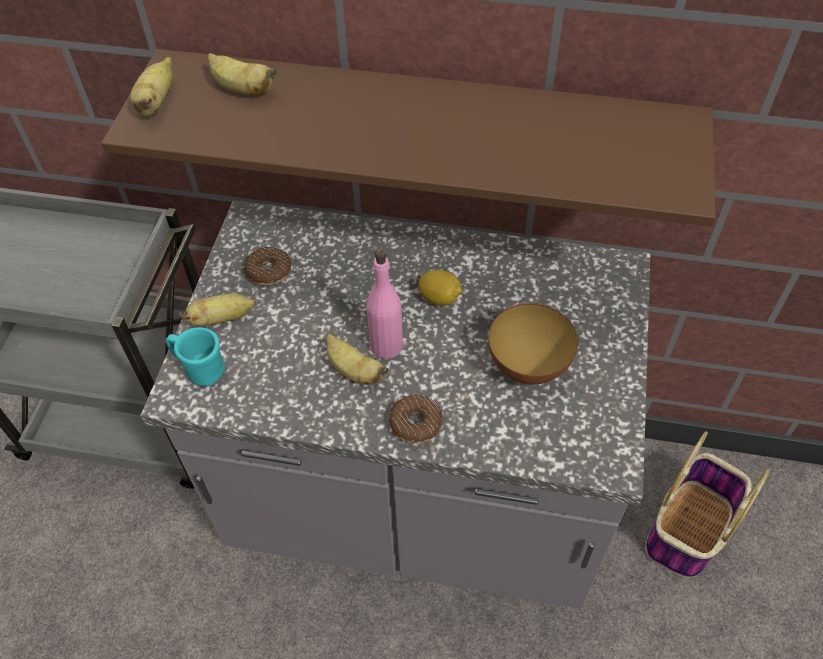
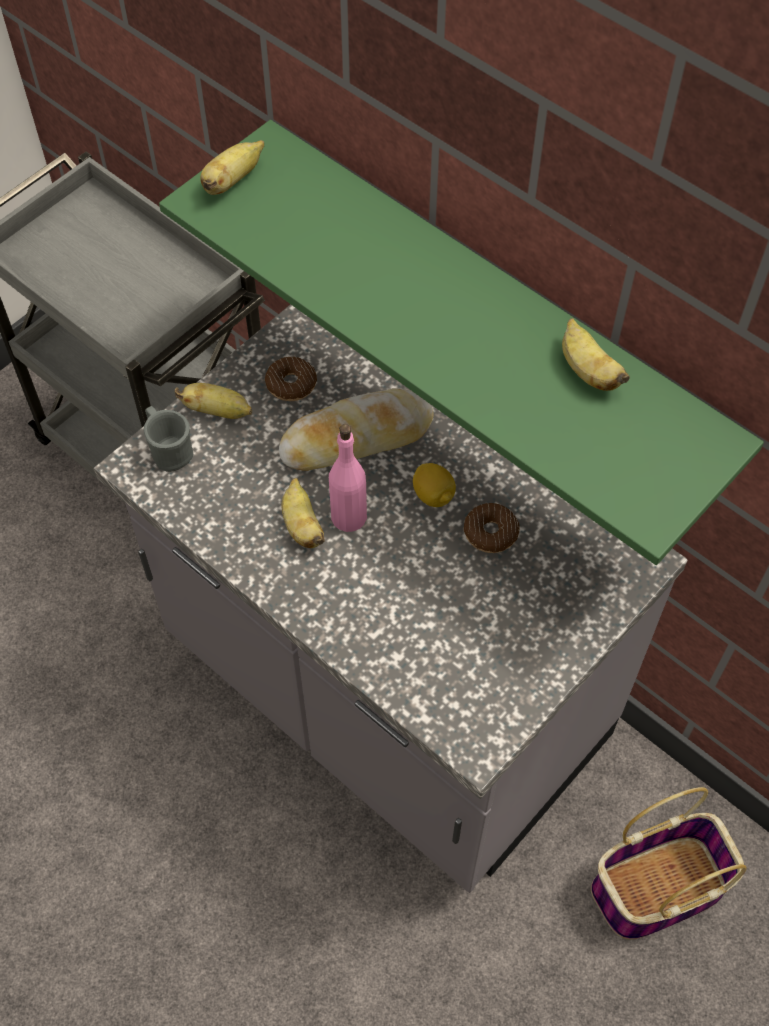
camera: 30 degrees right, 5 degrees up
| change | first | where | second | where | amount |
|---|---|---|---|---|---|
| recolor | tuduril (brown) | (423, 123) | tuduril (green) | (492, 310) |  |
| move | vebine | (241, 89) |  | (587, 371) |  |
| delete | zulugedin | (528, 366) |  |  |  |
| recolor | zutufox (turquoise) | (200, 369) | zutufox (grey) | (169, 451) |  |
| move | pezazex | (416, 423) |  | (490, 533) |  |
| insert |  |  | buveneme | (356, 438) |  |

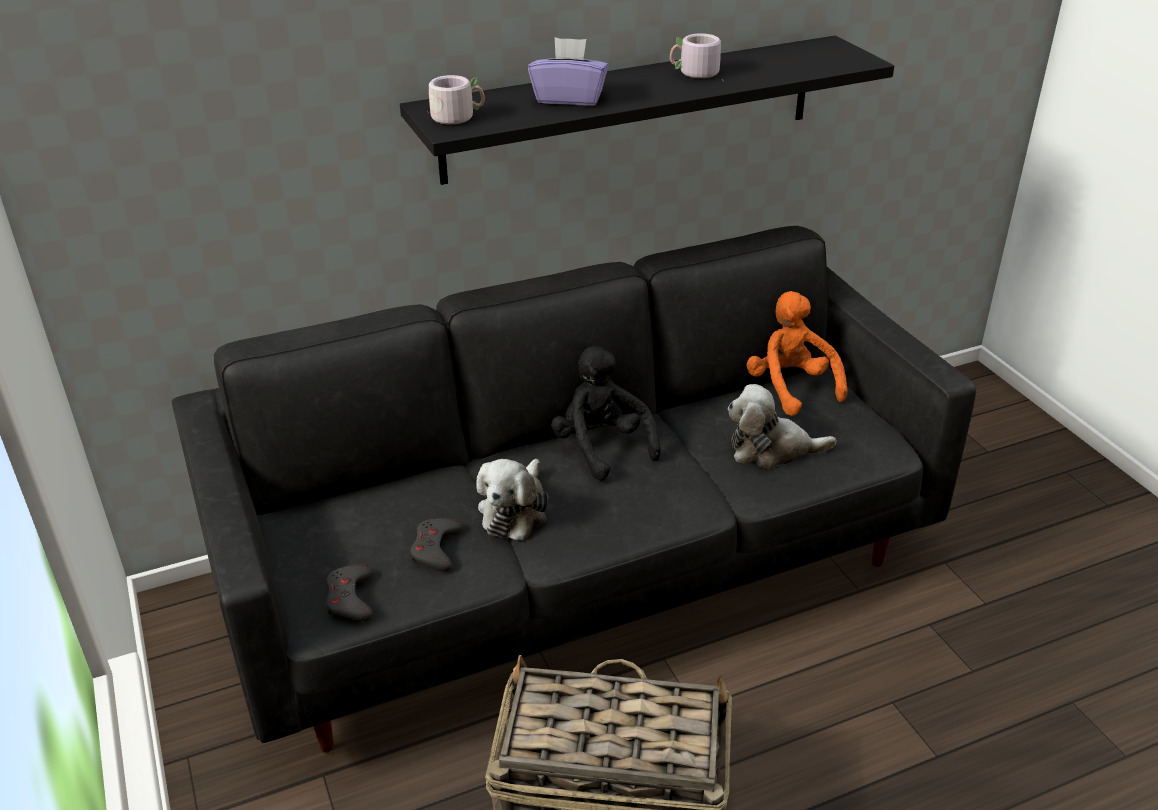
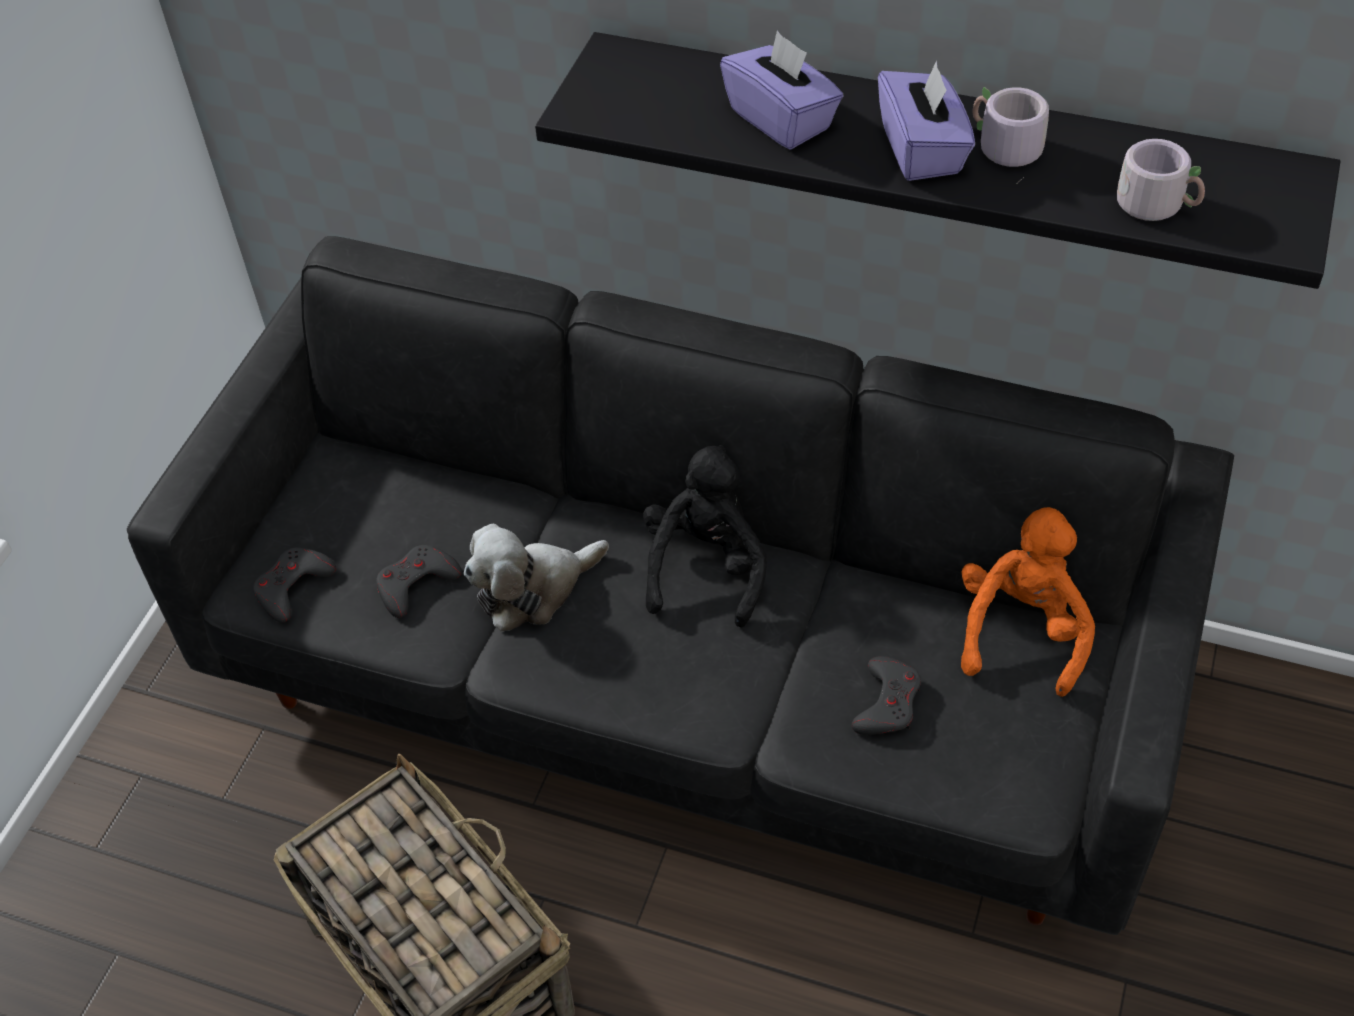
camera: 45 degrees right, 15 degrees up
| change | first | where | second | where | amount |
|---|---|---|---|---|---|
| move | zutufox (grey) | (457, 117) |  | (1157, 203) |  |
| replace | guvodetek | (771, 449) | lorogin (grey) | (887, 702) |  |
| insert |  |  | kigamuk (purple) | (922, 150) |  |

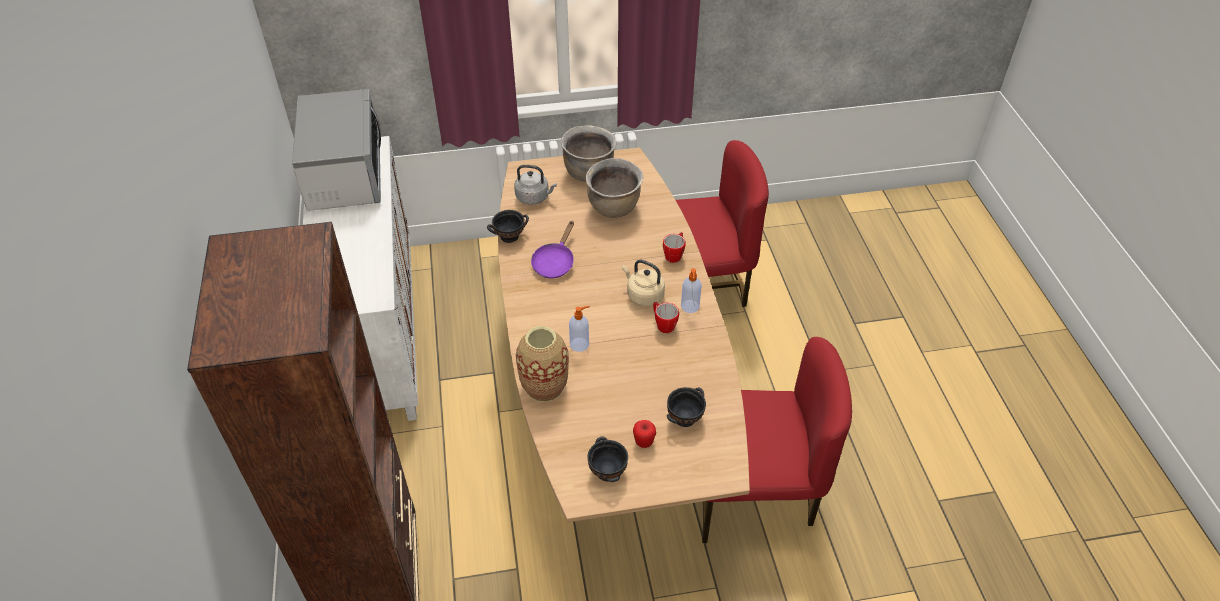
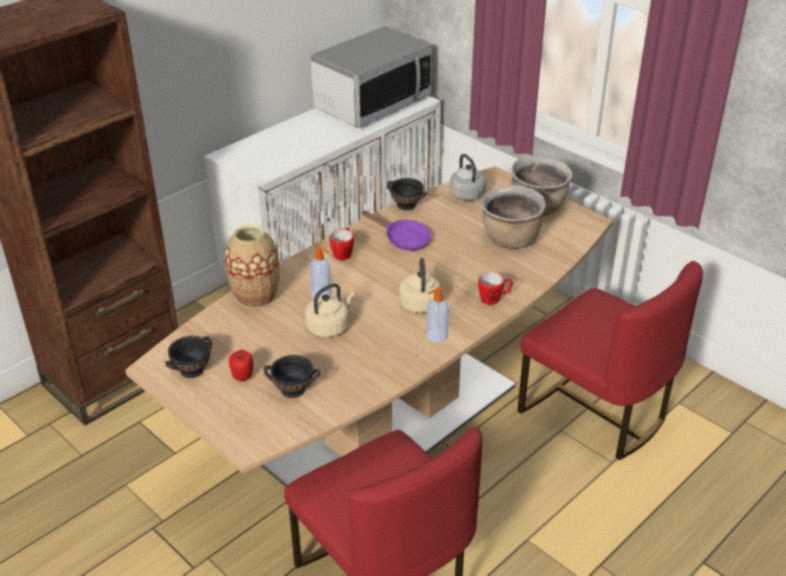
camera: 55 degrees right, 10 degrees down
| change | first | where | second | where | amount |
|---|---|---|---|---|---|
| rotate | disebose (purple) | (554, 262) |  | (403, 240) | 135 degrees counterclockwise |
| move | zutufox | (663, 324) |  | (343, 253) |  |
| insert |  |  | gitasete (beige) | (329, 327) |  |

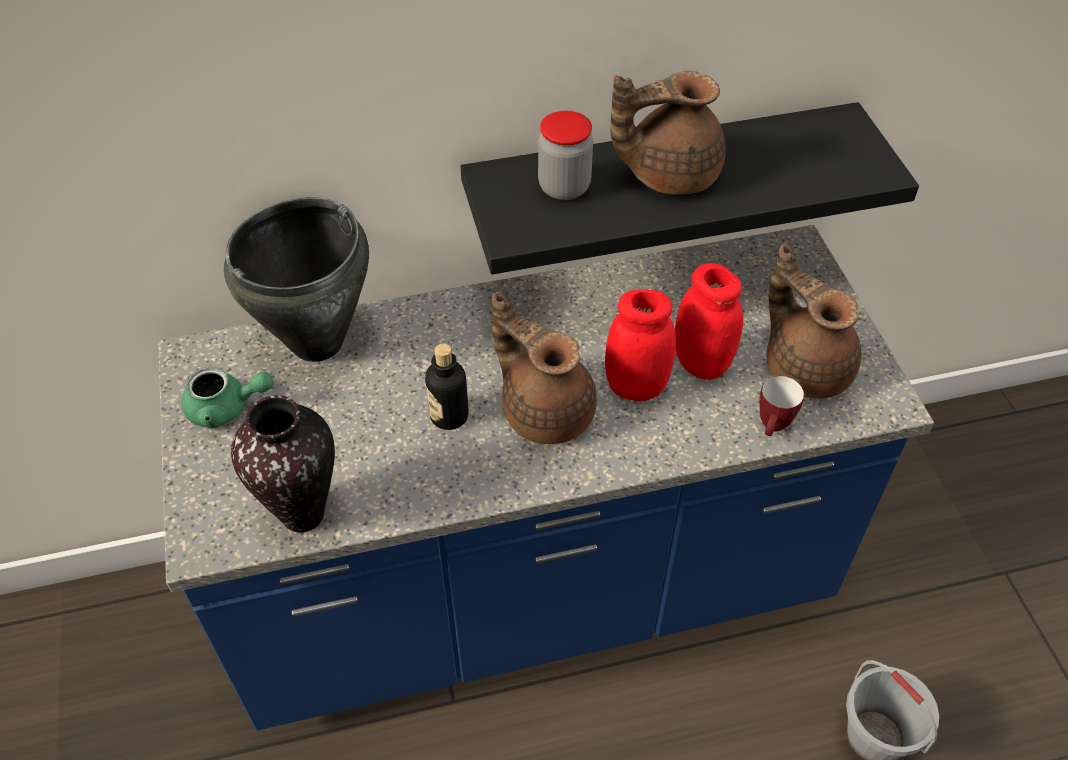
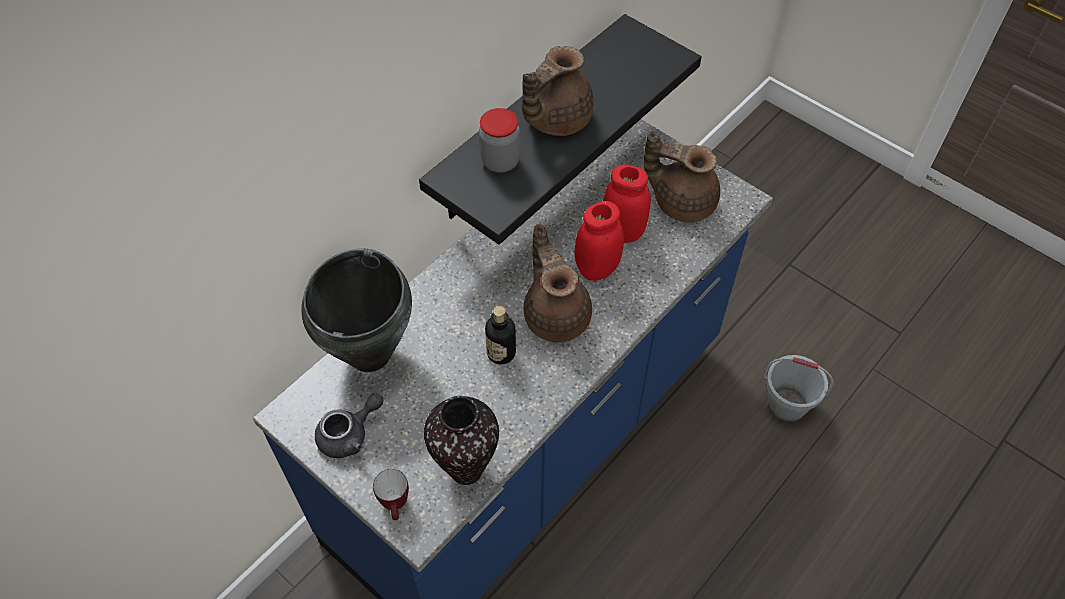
camera: 35 degrees left, 5 degrees up
| change | first | where | second | where | amount |
|---|---|---|---|---|---|
| rotate | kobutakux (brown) | (545, 410) |  | (556, 314) | 60 degrees clockwise |
| recolor | kobutakux (green) | (226, 408) | kobutakux (grey) | (350, 434) |  |
| move | zutufox | (772, 428) |  | (396, 506) |  |

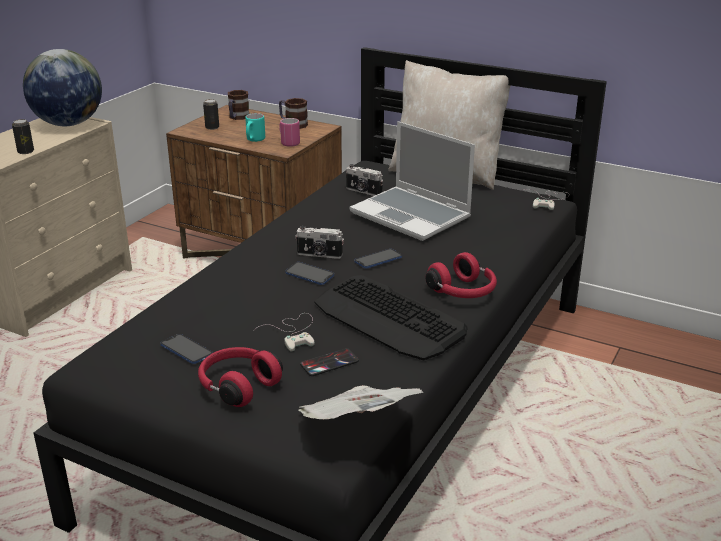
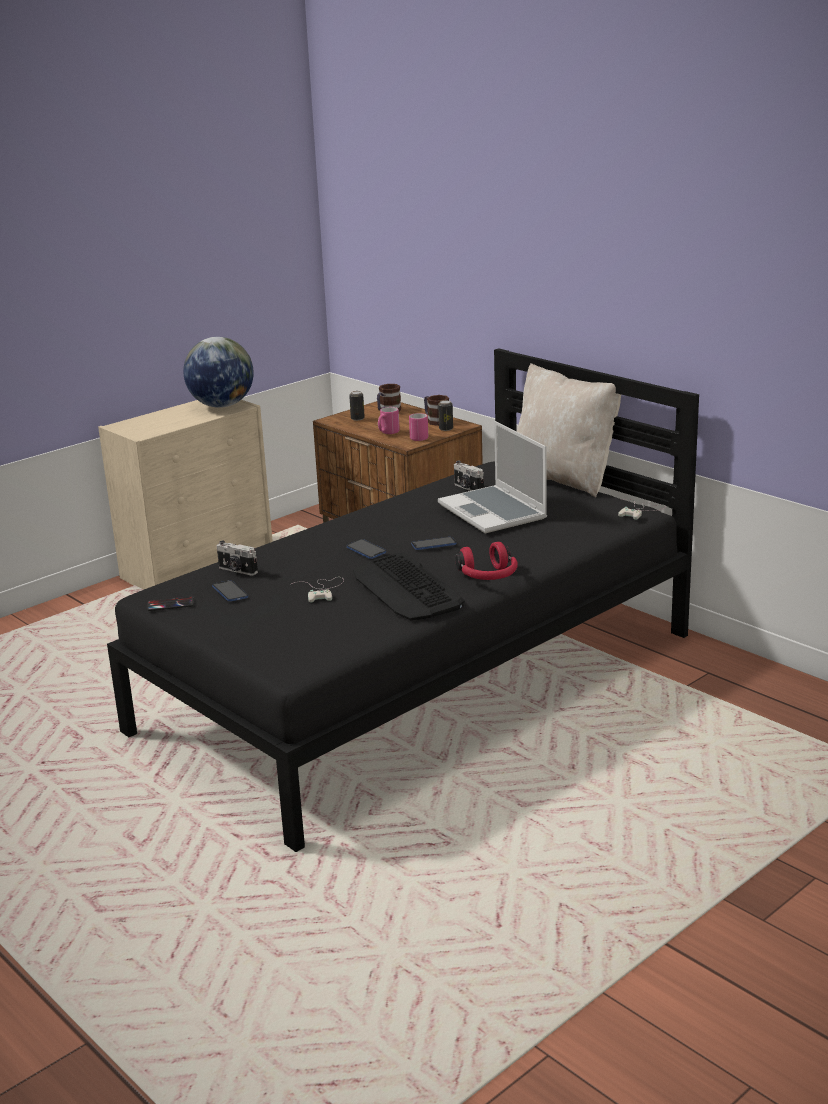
camera: 20 degrees right, 5 degrees down
| change | first | where | second | where | amount |
|---|---|---|---|---|---|
| recolor | zutufox (turquoise) | (254, 140) | zutufox (pink) | (388, 433) |  |
| move | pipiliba | (25, 151) |  | (446, 429) |  |
| move | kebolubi | (319, 255) |  | (237, 570) |  |
| delete | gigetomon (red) | (237, 386) |  |  |  |
| move | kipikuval | (329, 363) |  | (170, 604) |  |
| delete | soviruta | (359, 427) |  |  |  |

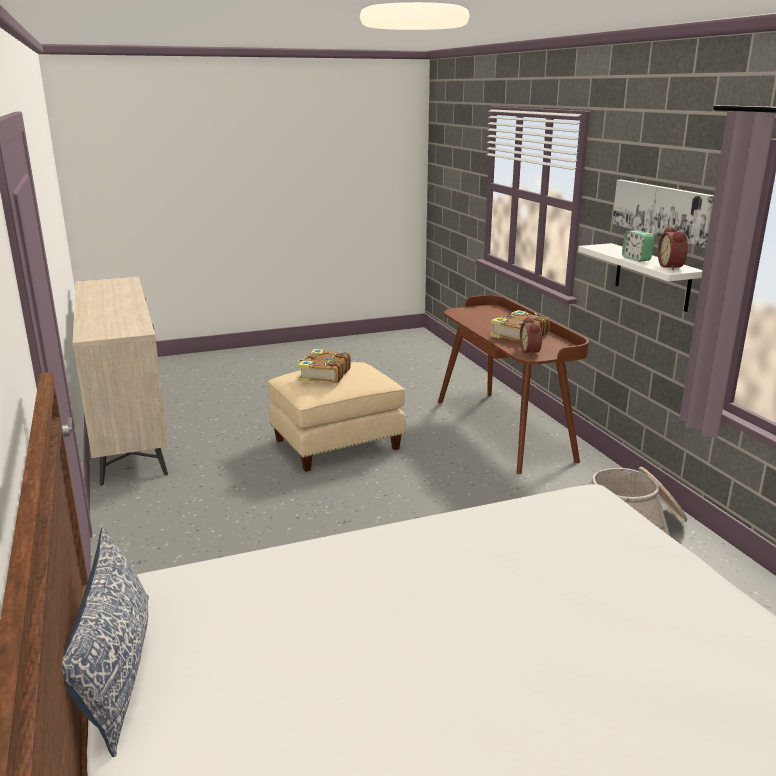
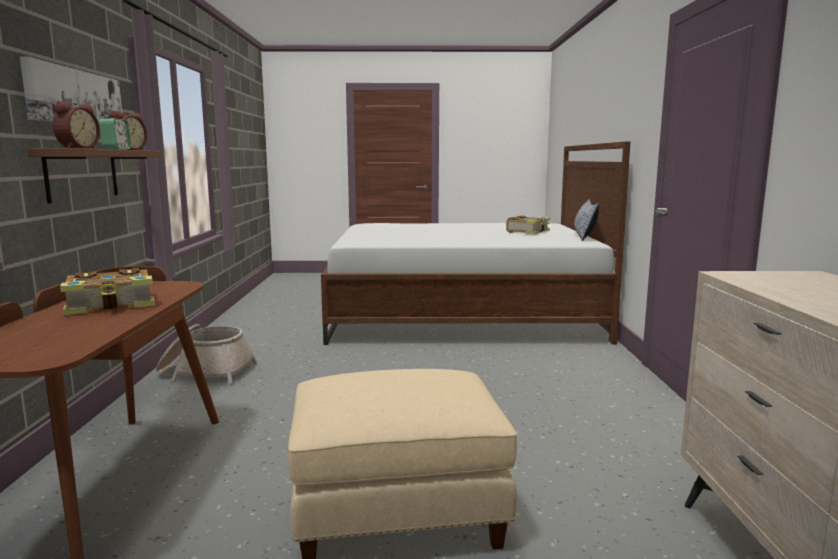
camera: 160 degrees left, 10 degrees down
| change | first | where | second | where | amount |
|---|---|---|---|---|---|
| recolor | tuduril (white) | (652, 277) | tuduril (brown) | (82, 174) |  |
| move | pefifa | (531, 351) |  | (77, 148) |  |
| move | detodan | (324, 375) |  | (528, 232) |  |

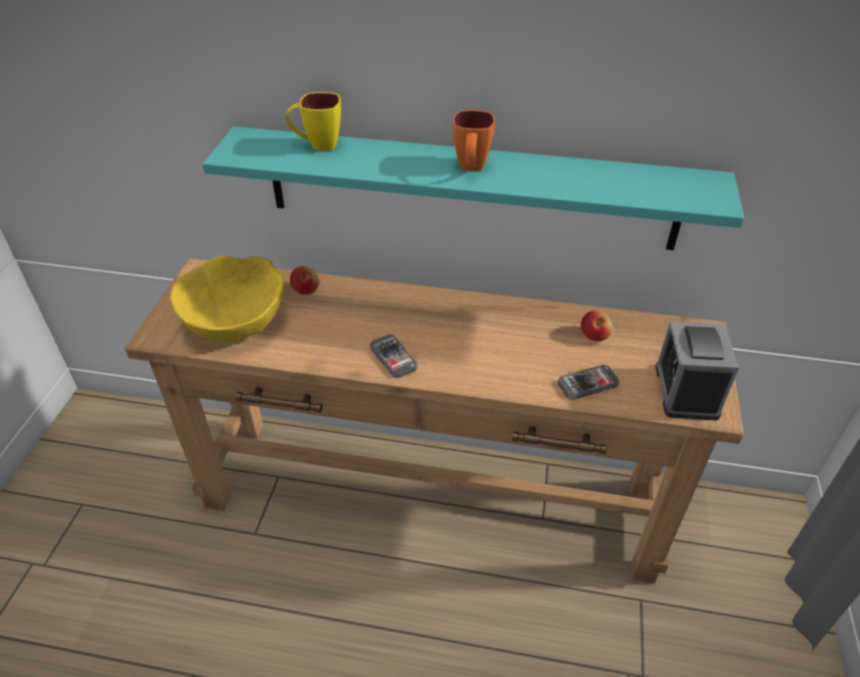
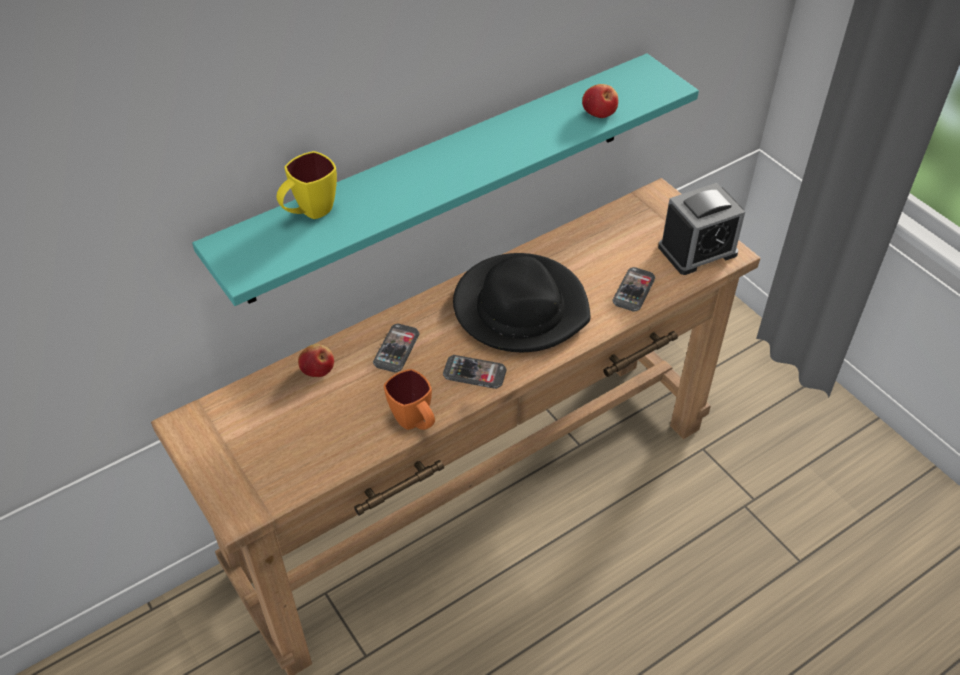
camera: 45 degrees left, 5 degrees up
| change | first | where | second | where | amount |
|---|---|---|---|---|---|
| move | zutufox (orange) | (471, 169) |  | (415, 424) |  |
| delete | zulugedin (yellow) | (236, 322) |  |  |  |
| move | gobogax | (595, 334) |  | (599, 112) |  |
| rotate | pefifa | (686, 391) |  | (697, 250) | 75 degrees counterclockwise |
| insert |  |  | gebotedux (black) | (520, 308) |  |
| insert |  |  | kipikuval | (396, 349) |  |

